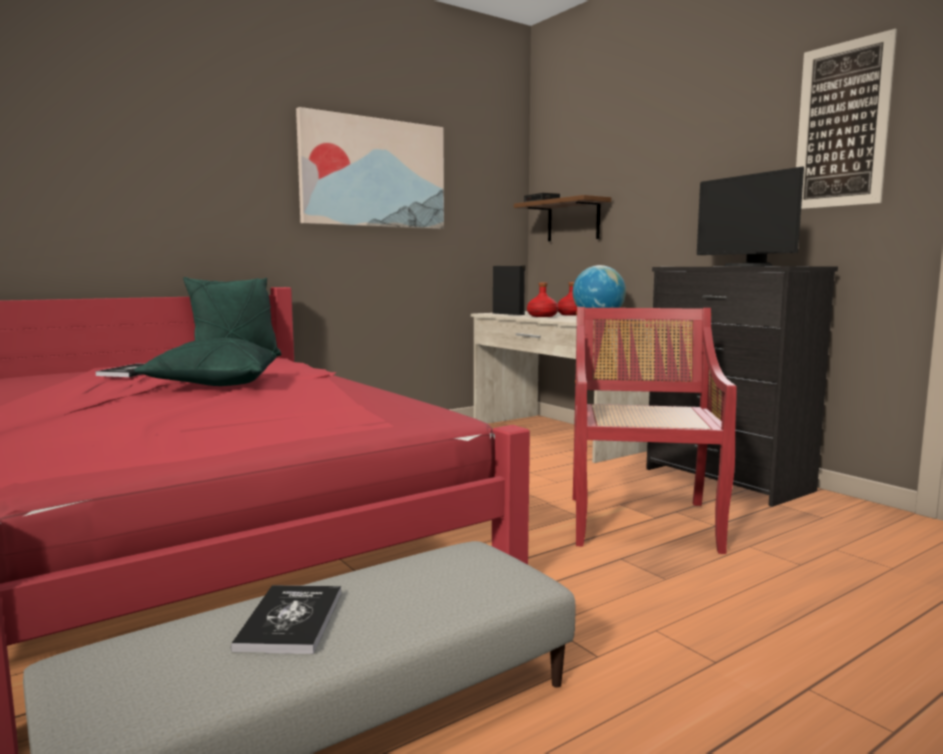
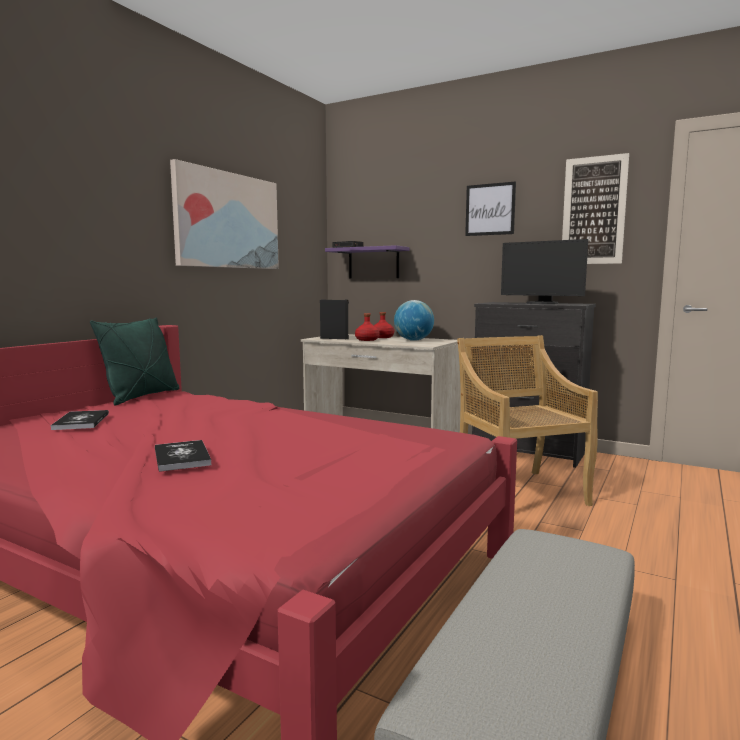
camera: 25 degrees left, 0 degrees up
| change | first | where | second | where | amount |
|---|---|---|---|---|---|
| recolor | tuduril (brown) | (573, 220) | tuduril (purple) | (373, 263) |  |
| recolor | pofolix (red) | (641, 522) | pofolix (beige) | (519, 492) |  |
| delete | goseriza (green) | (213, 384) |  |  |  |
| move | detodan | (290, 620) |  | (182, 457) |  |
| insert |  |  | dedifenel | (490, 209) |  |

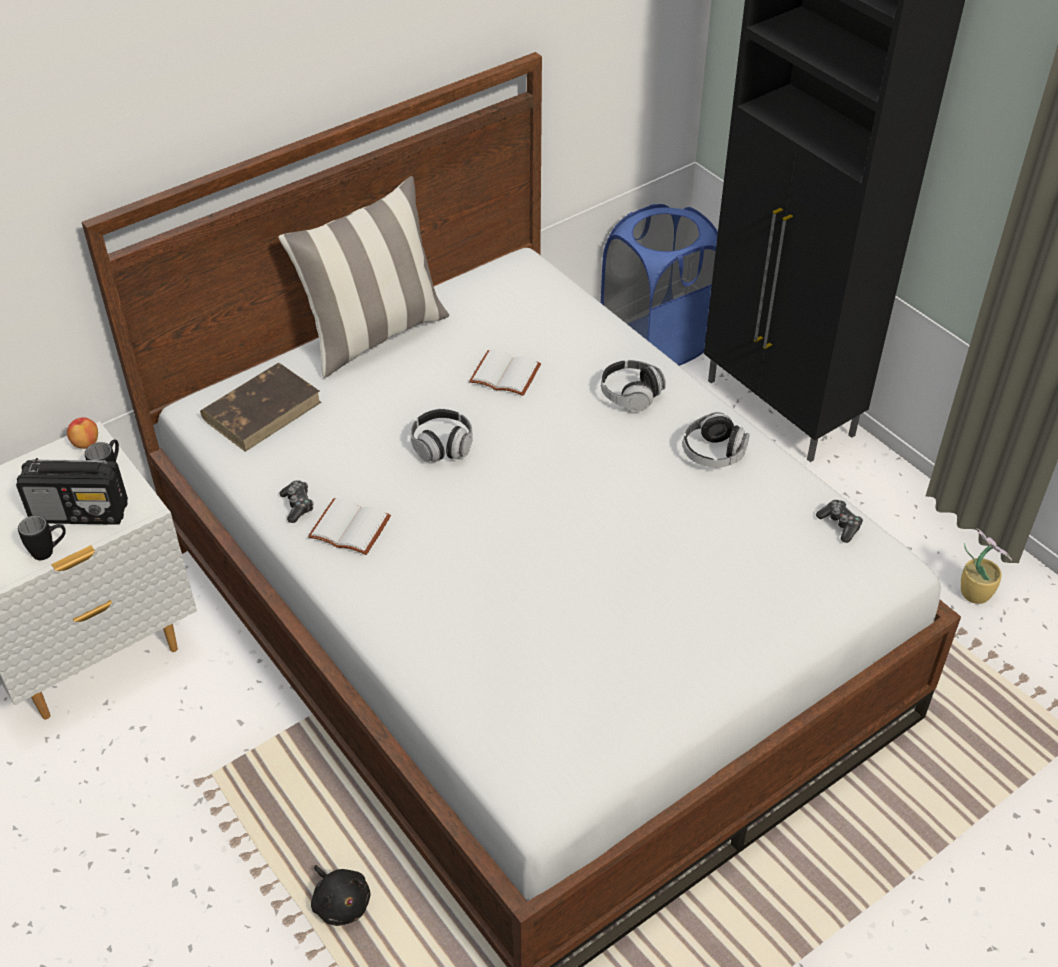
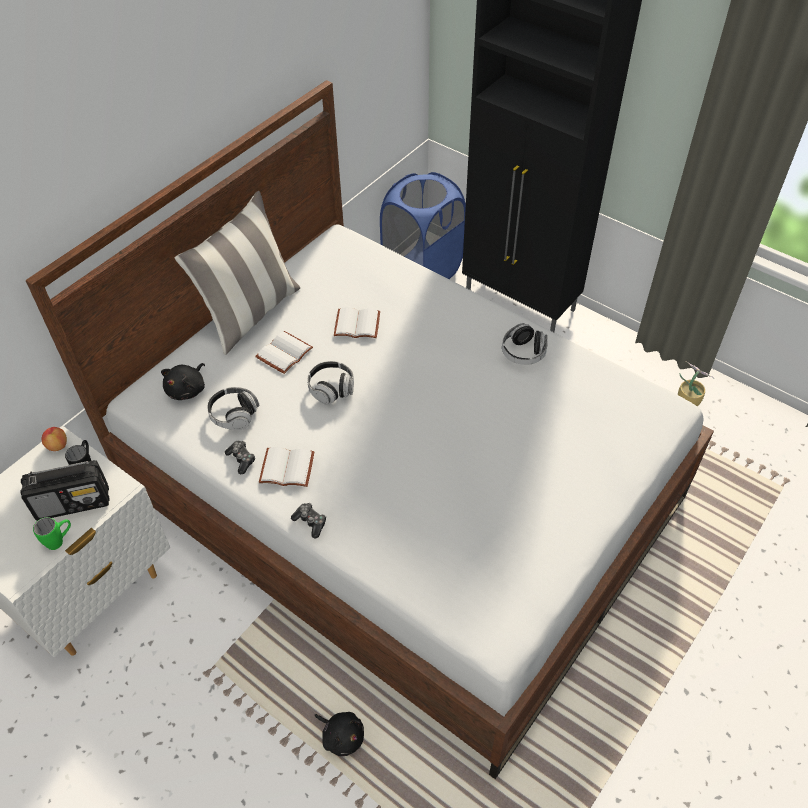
camera: 15 degrees left, 5 degrees up
| change | first | where | second | where | amount |
|---|---|---|---|---|---|
| move | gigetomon | (630, 395) |  | (234, 415) |  |
| replace | detodan (brown) | (263, 410) | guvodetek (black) | (187, 389) |  |
| move | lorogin | (840, 525) |  | (310, 522) |  |
| recolor | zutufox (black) | (50, 551) | zutufox (green) | (60, 540) |  |
| insert |  |  | detodan (white) | (284, 352) |  |

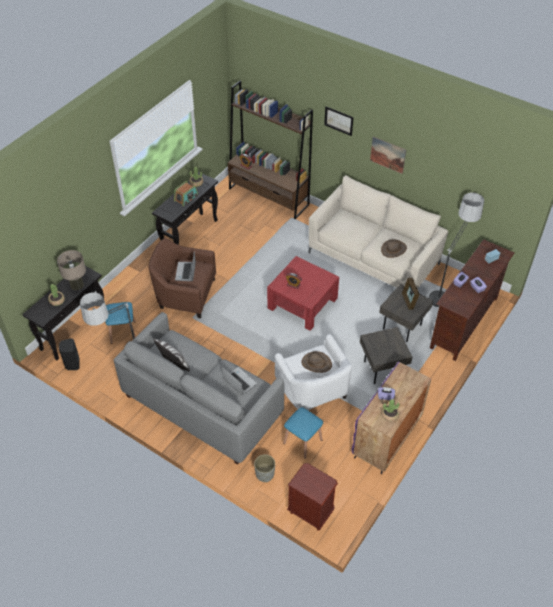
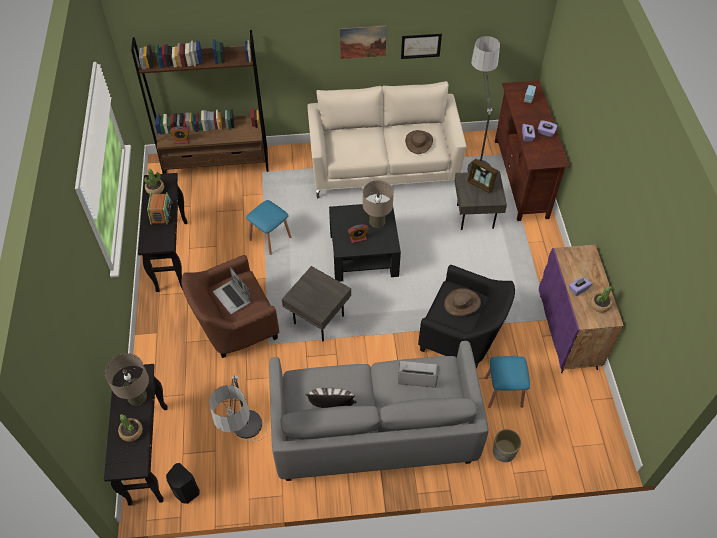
camera: 40 degrees left, 5 degrees up
| change | first | where | second | where | amount |
|---|---|---|---|---|---|
| move | dedifenel | (338, 121) |  | (421, 46) |  |
| recolor | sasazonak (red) | (302, 303) | sasazonak (black) | (363, 254) |  |
| move | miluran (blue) | (123, 332) |  | (270, 238) |  |
| move | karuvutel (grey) | (381, 369) |  | (317, 320) |  |
| recolor | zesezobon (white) | (314, 391) | zesezobon (black) | (462, 334) |  |
| delete | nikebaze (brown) | (311, 512) |  |  |  |
| insert |  |  | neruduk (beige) | (377, 221) |  |

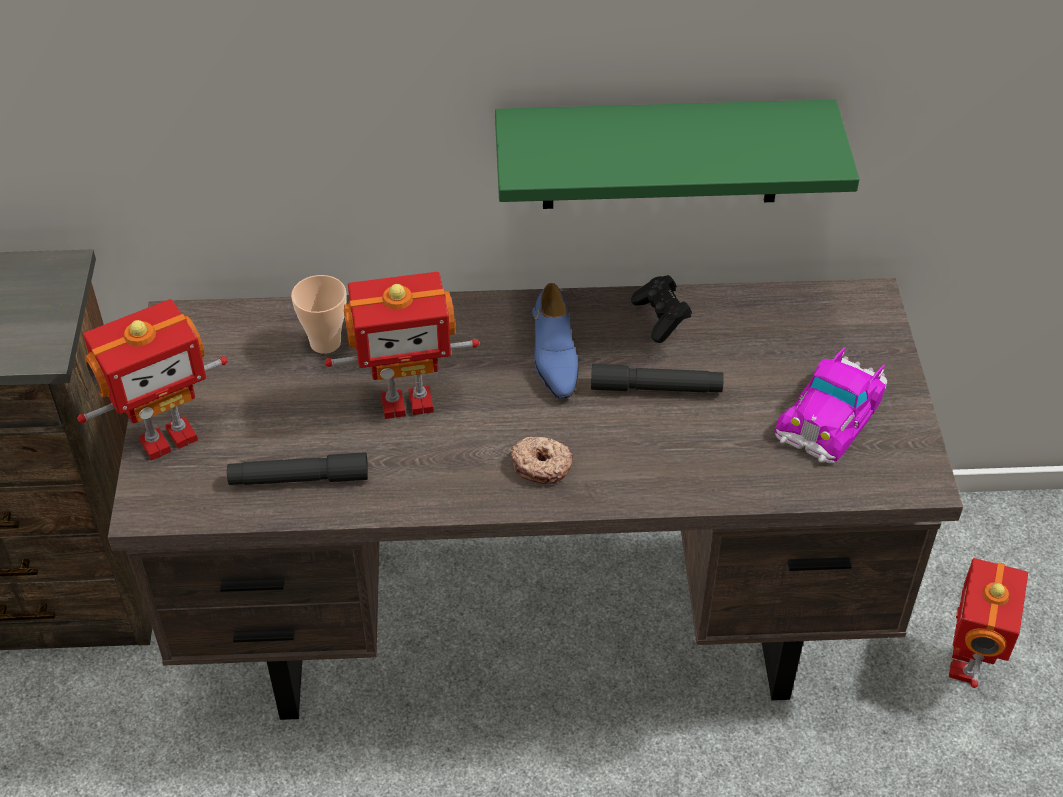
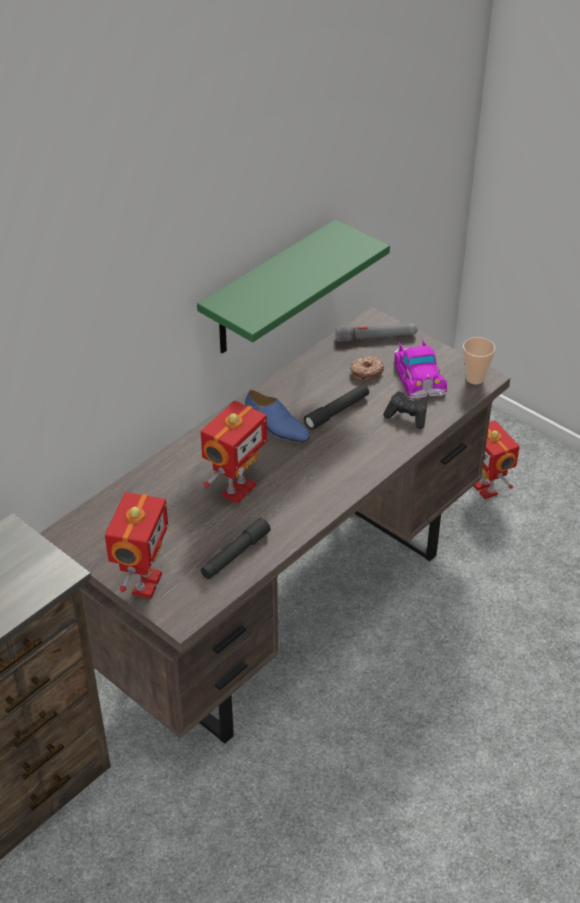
camera: 45 degrees left, 5 degrees down
| change | first | where | second | where | amount |
|---|---|---|---|---|---|
| move | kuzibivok | (325, 343) |  | (475, 379) |  |
| move | lorogin (black) | (661, 318) |  | (407, 417) |  |
| move | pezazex | (541, 465) |  | (366, 372) |  |
| insert |  |  | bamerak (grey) | (376, 337) |  |

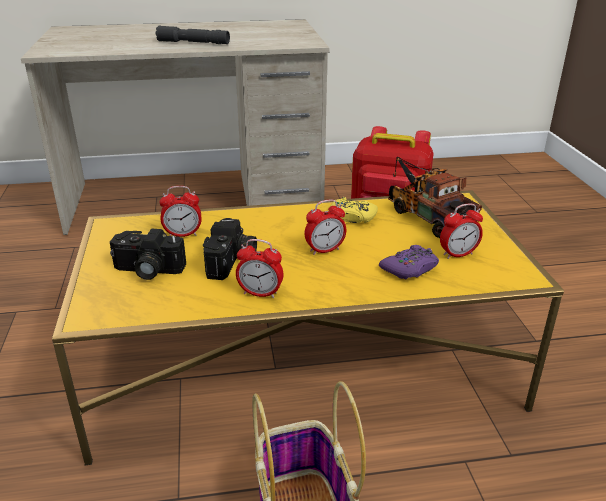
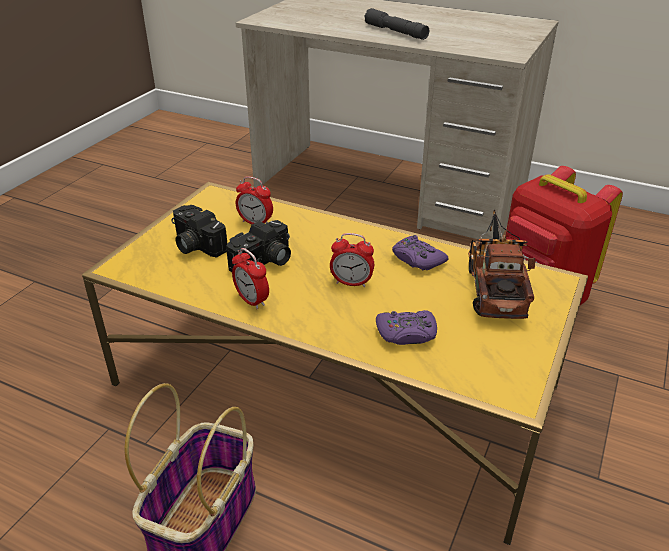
camera: 35 degrees right, 5 degrees up
| change | first | where | second | where | amount |
|---|---|---|---|---|---|
| recolor | lorogin (yellow) | (352, 217) | lorogin (purple) | (417, 259) |  |
| delete | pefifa | (458, 254) |  |  |  |

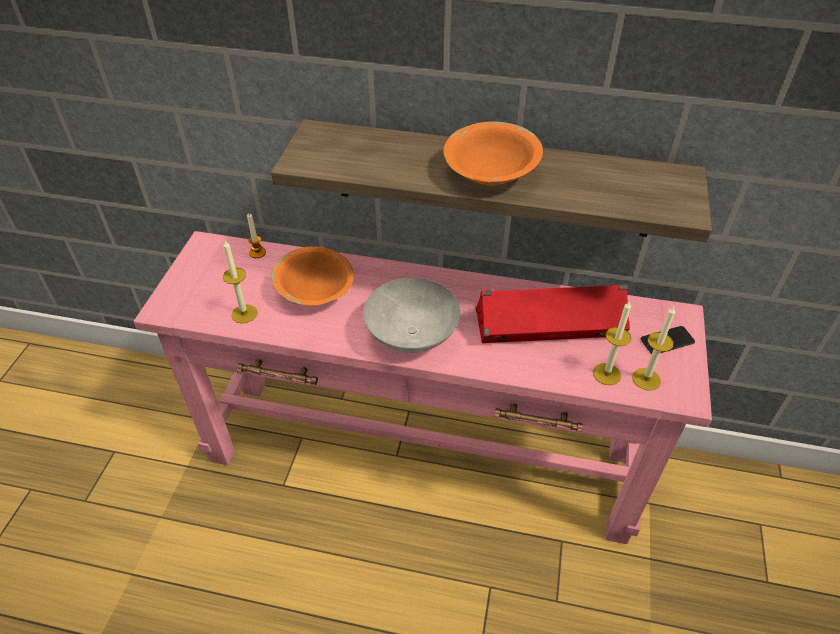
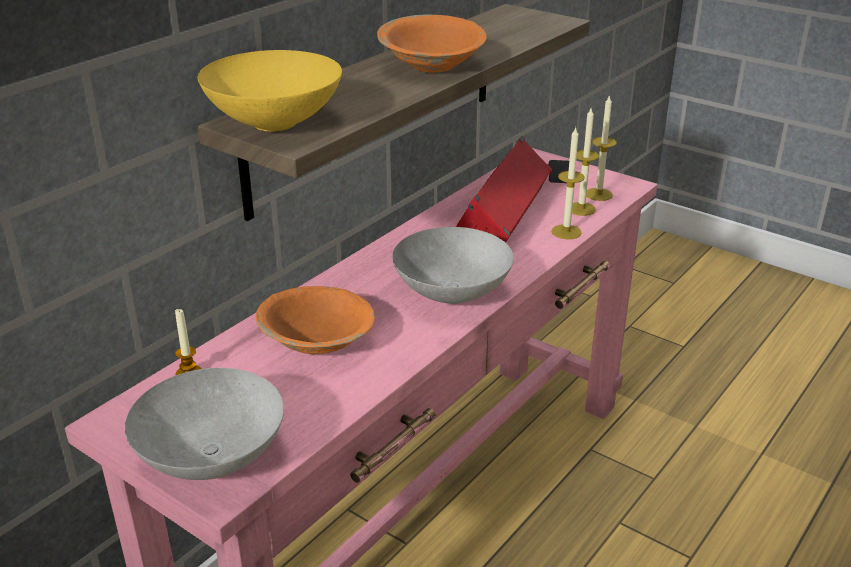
camera: 65 degrees left, 15 degrees down
| change | first | where | second | where | amount |
|---|---|---|---|---|---|
| move | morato | (244, 314) |  | (566, 232) |  |
| insert |  |  | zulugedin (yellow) | (272, 123) |  |
| insert |  |  | zulugedin (grey) | (212, 457) |  |

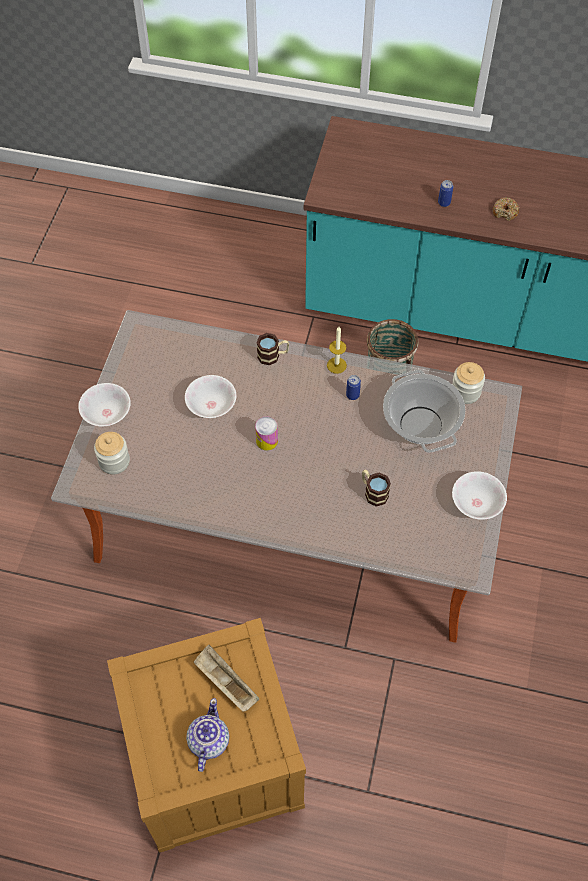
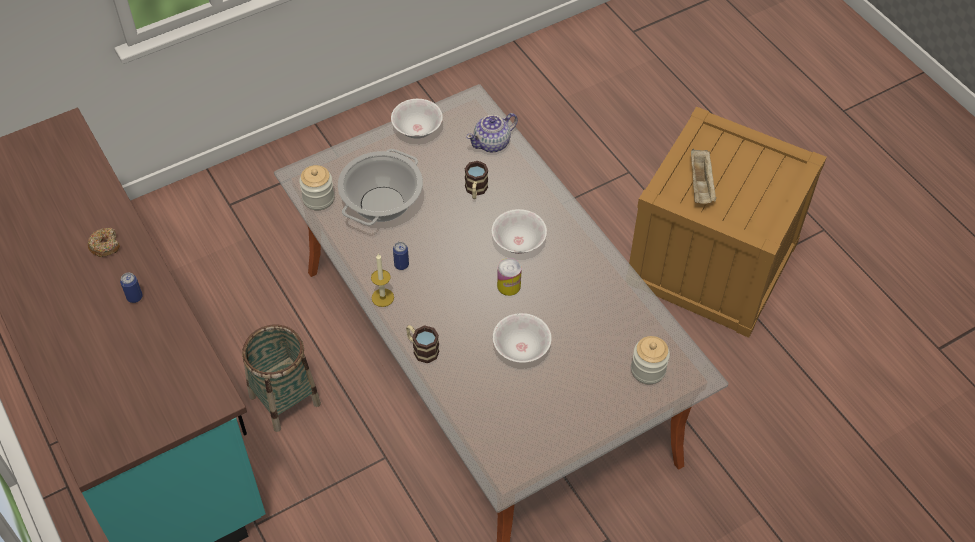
camera: 135 degrees left, 5 degrees down
| change | first | where | second | where | amount |
|---|---|---|---|---|---|
| move | zulugedin (white) | (107, 415) |  | (518, 243) |  |
| move | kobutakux | (208, 742) |  | (492, 143) |  |

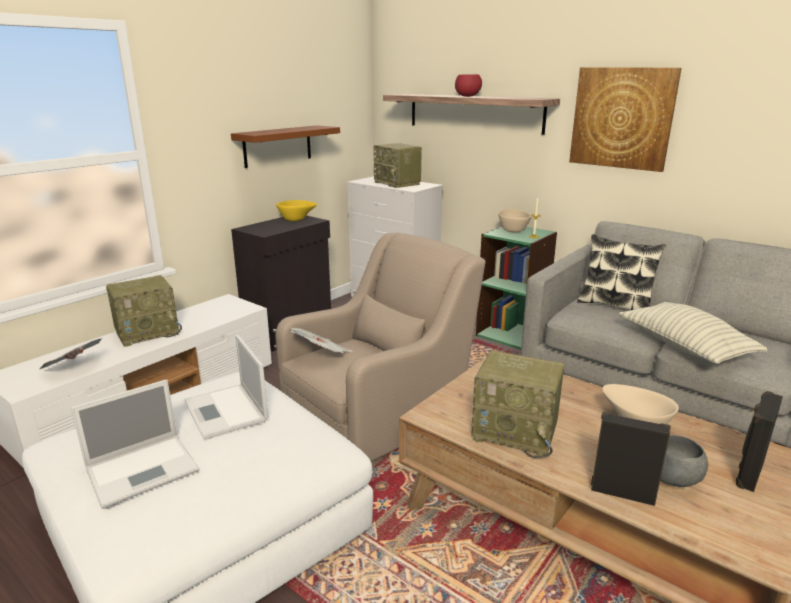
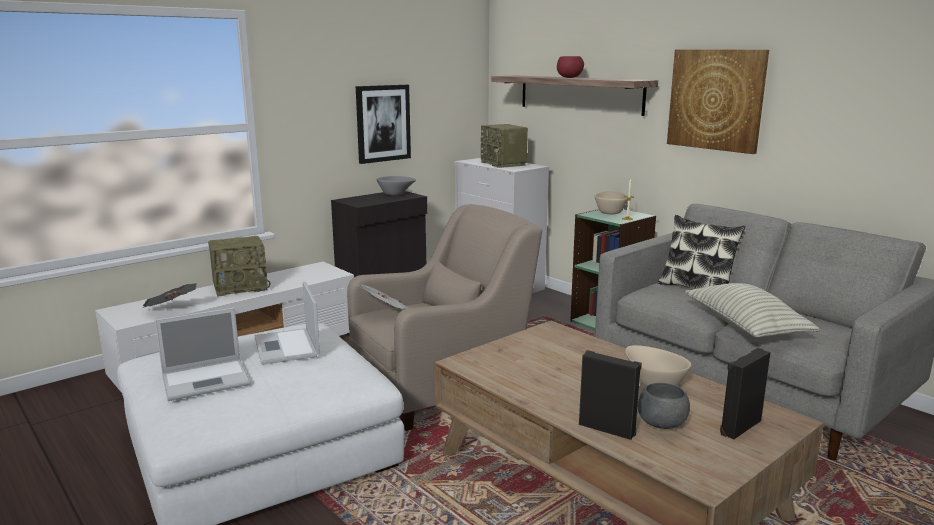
camera: 10 degrees right, 5 degrees down
| change | first | where | second | where | amount |
|---|---|---|---|---|---|
| replace | tuduril (brown) | (277, 146) | dedifenel | (383, 123) |  |
| recolor | zulugedin (yellow) | (297, 219) | zulugedin (grey) | (396, 194) |  |
| delete | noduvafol | (516, 432) |  |  |  |

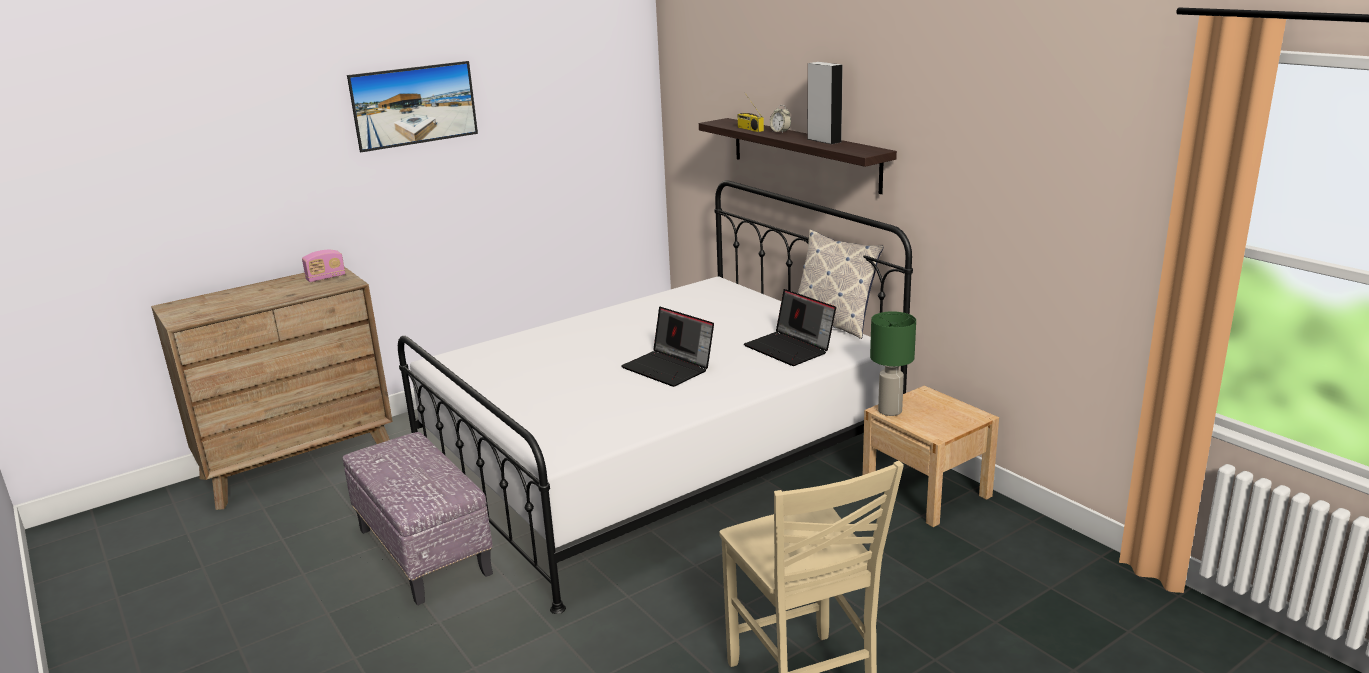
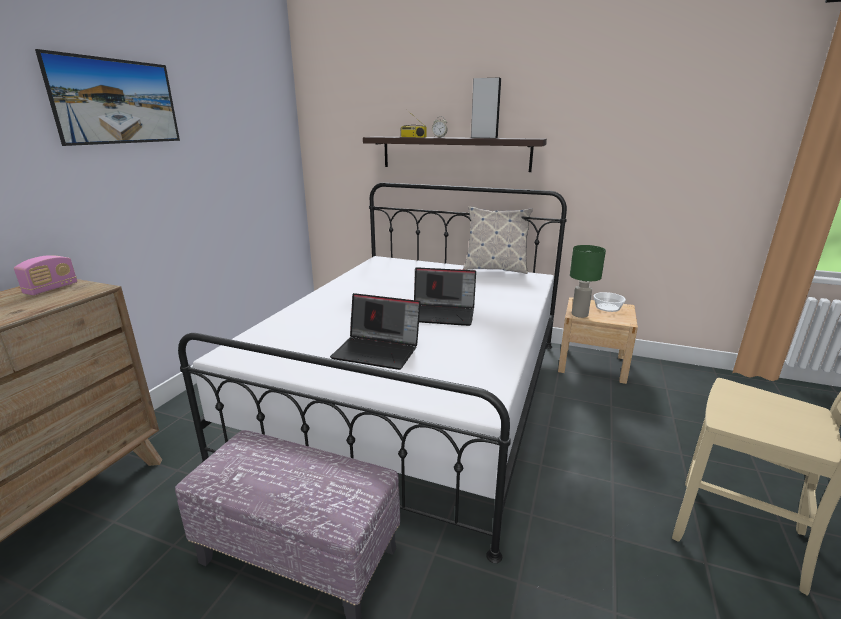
camera: 35 degrees left, 0 degrees up
| change | first | where | second | where | amount |
|---|---|---|---|---|---|
| move | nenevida | (790, 348) |  | (378, 351) |  |
| insert |  |  | zulugedin | (607, 307) |  |

